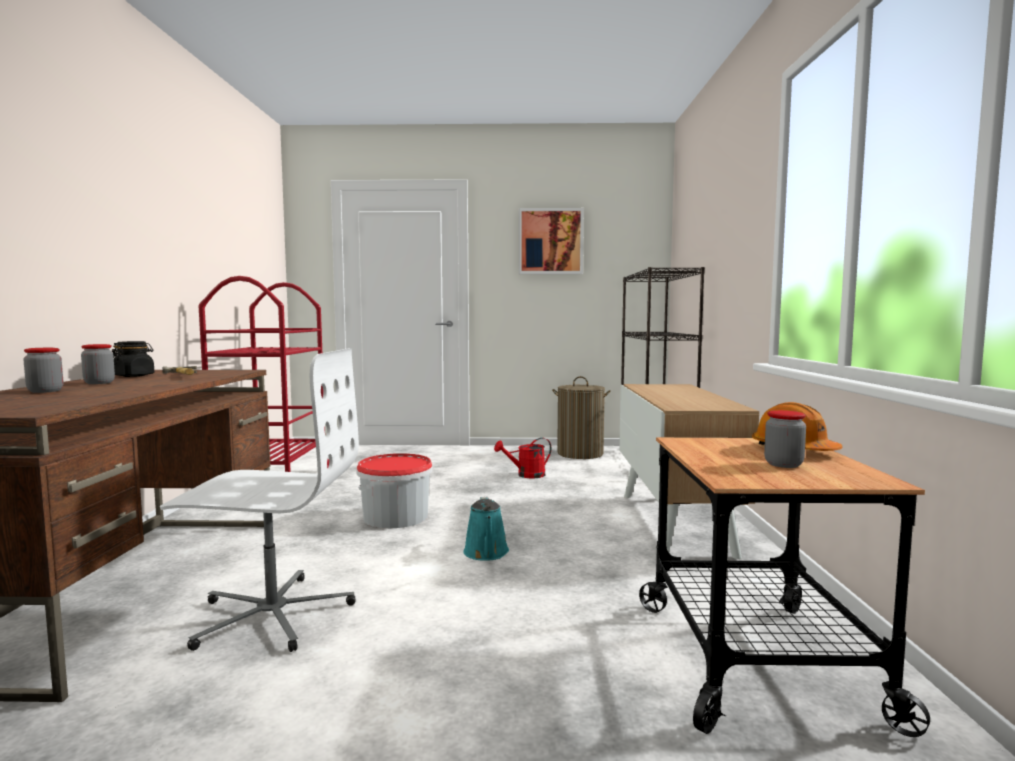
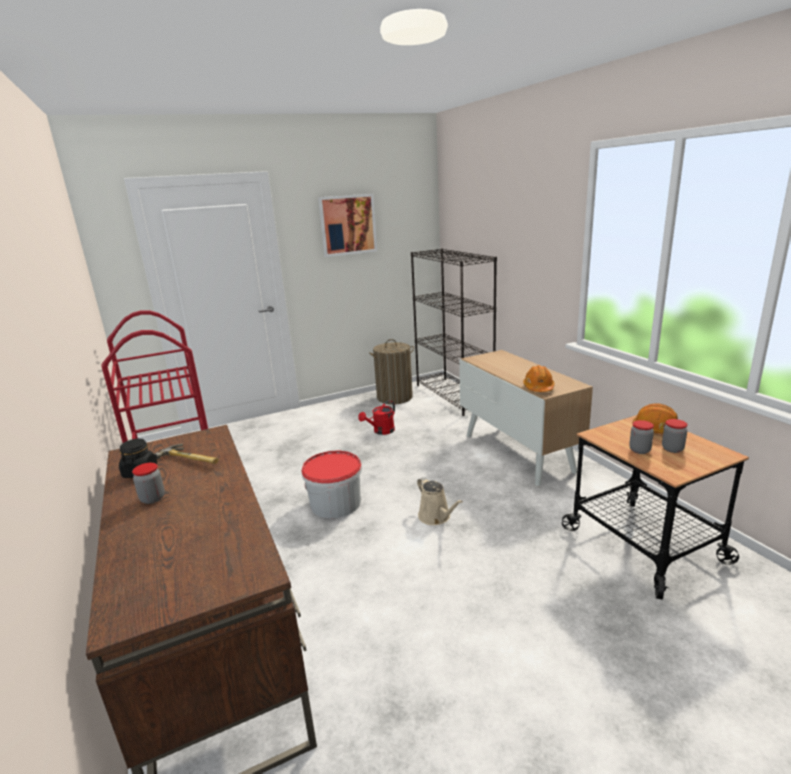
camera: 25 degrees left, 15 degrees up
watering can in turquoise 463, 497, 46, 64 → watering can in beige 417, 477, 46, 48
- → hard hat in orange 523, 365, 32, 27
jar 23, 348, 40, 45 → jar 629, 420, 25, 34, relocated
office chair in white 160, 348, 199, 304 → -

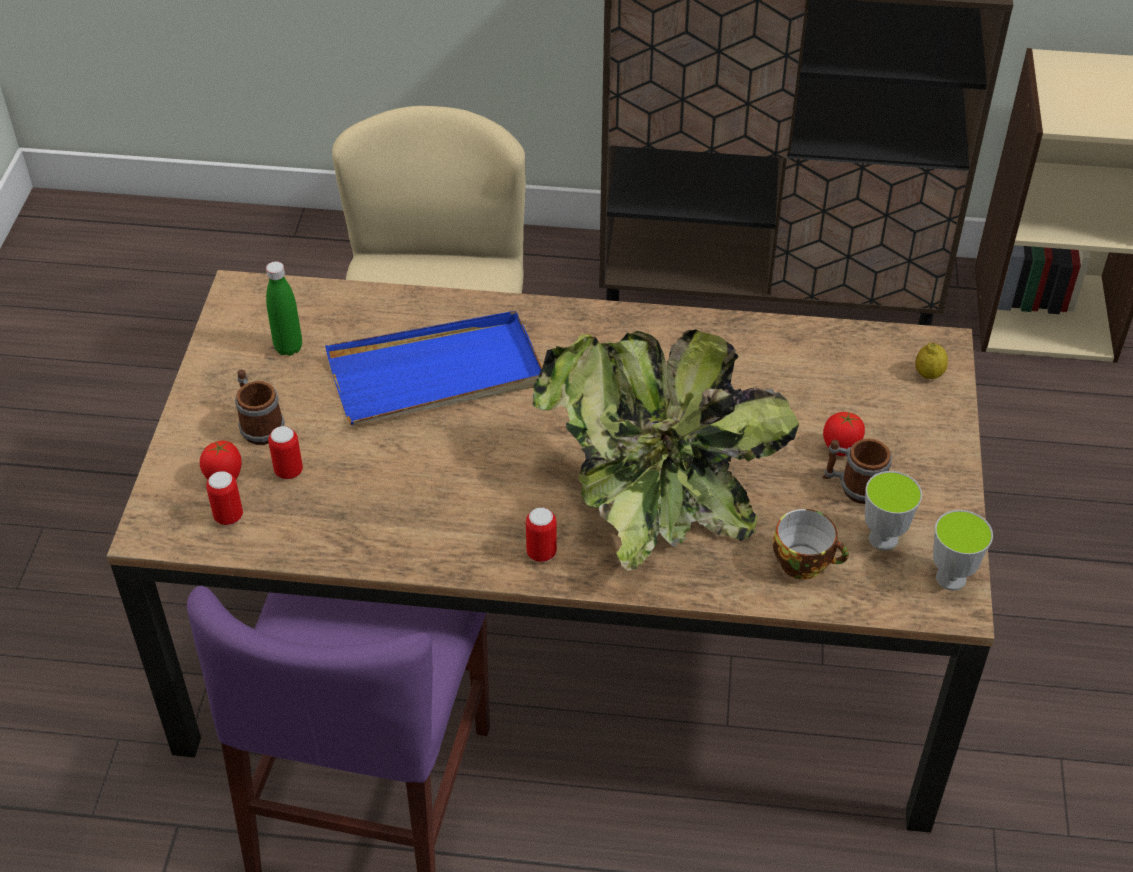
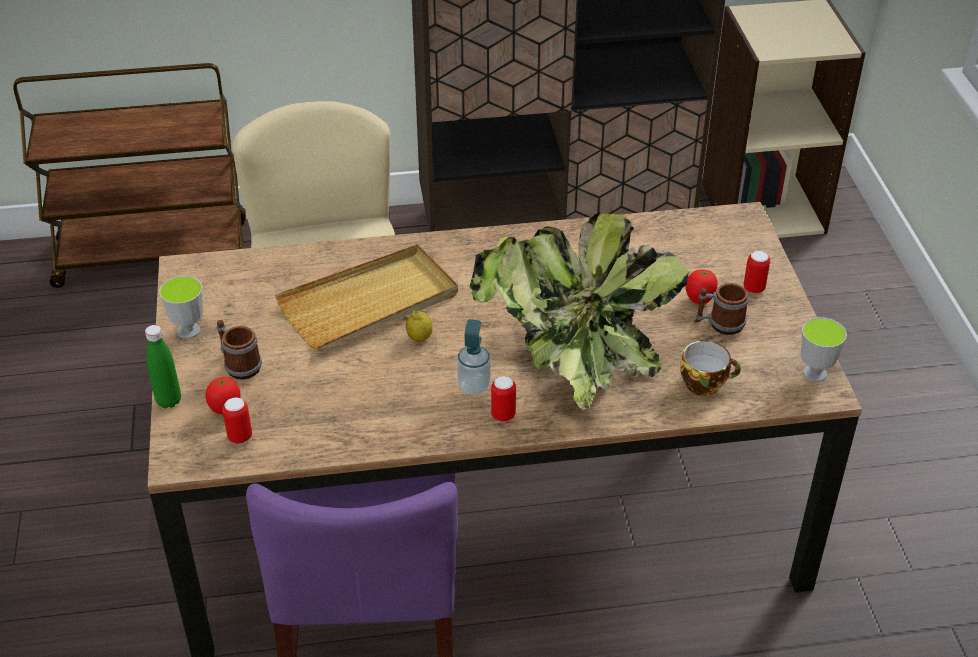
camera: 15 degrees left, 5 degrees down
- → cart in brown 13, 63, 233, 225
bottle in green 266, 261, 36, 95 → bottle in green 145, 325, 36, 83, relocated
cup 865, 471, 57, 80 → cup 159, 276, 44, 63, relocated
tray in blue 325, 311, 217, 114 → tray in beige 275, 244, 183, 106
lemon 916, 342, 32, 37 → lemon 406, 310, 27, 31, relocated
- → soap dispenser 457, 319, 34, 75
can 268, 426, 35, 53 → can 744, 251, 26, 43, relocated

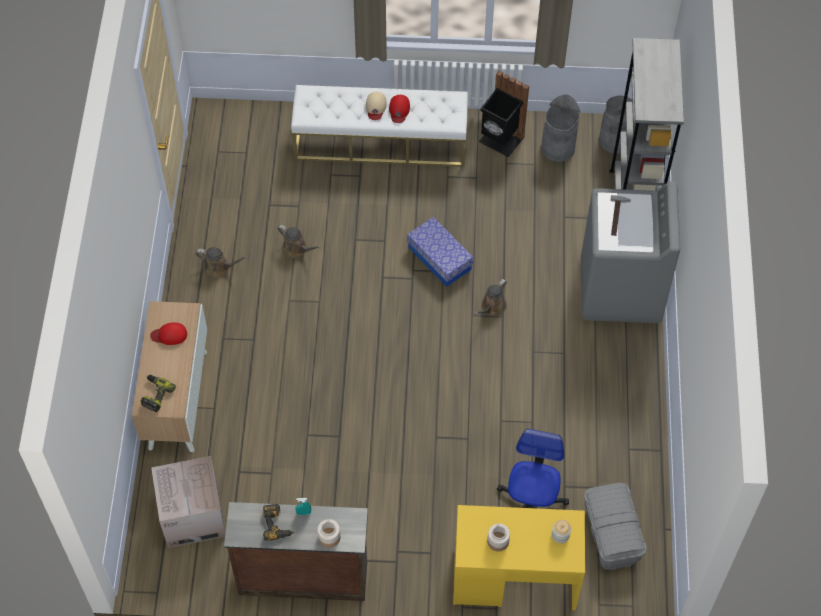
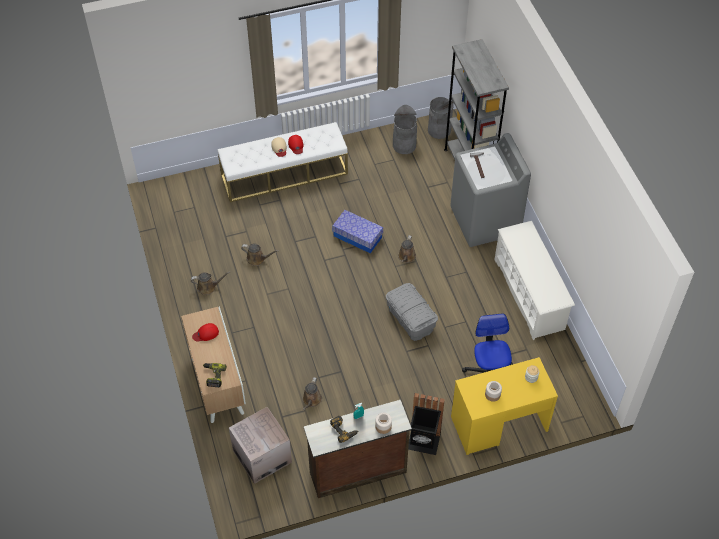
camera: 20 degrees left, 5 degrees down
- → watering can in brown 303, 377, 19, 33
storage box in grey 584, 483, 63, 87 → storage box in grey 386, 283, 52, 58, relocated
trash can in black 479, 71, 50, 86 → trash can in black 408, 393, 37, 62, relocated
- → shoe rack in white 495, 221, 80, 119

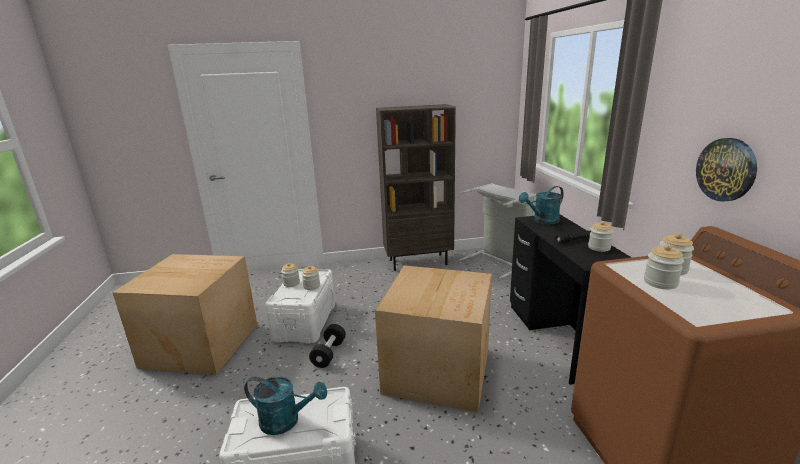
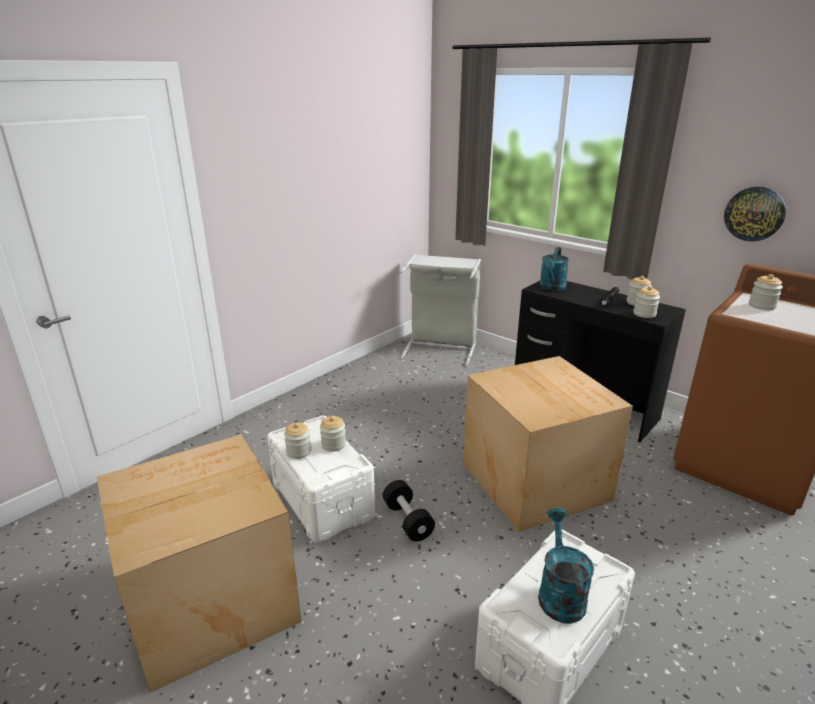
camera: 40 degrees left, 5 degrees up
watering can in turquoise 244, 377, 83, 58 → watering can in turquoise 538, 507, 56, 117, 60 degrees counterclockwise
jar 644, 244, 40, 45 → jar 633, 286, 27, 32, relocated
bookcase in brown 376, 104, 80, 167 → -

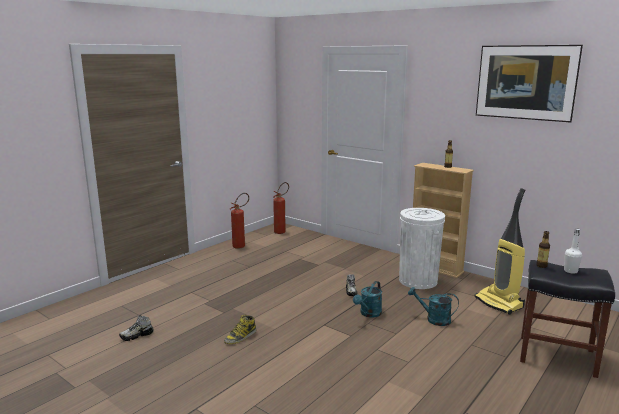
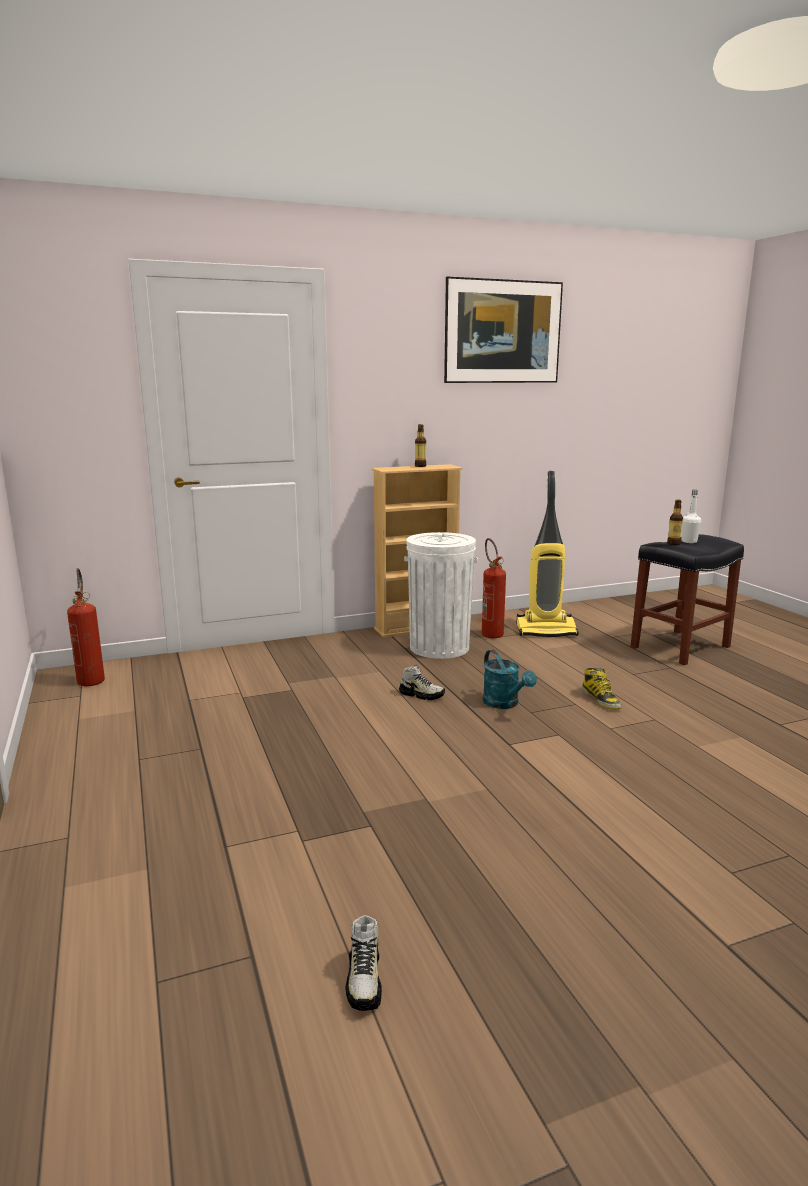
camera: 60 degrees left, 0 degrees up
fire extinguisher 230, 193, 19, 56 → fire extinguisher 482, 538, 24, 100, relocated
boot 224, 315, 32, 29 → boot 582, 668, 39, 42, relocated
watering can in turquoise 408, 287, 51, 39 → -

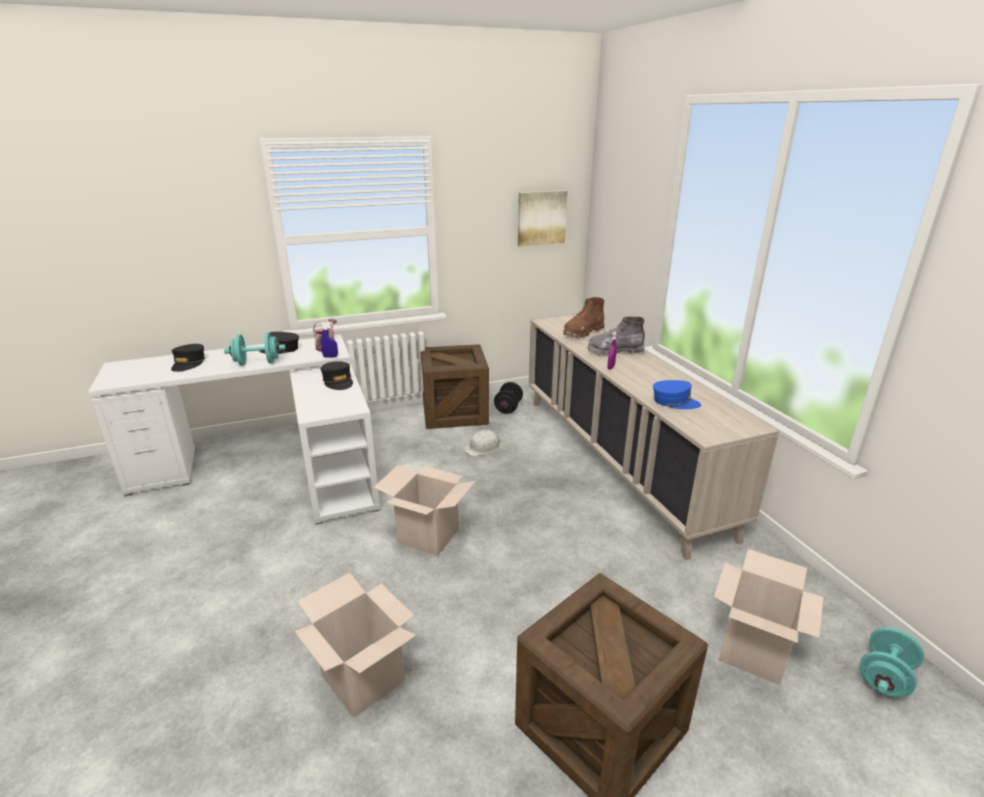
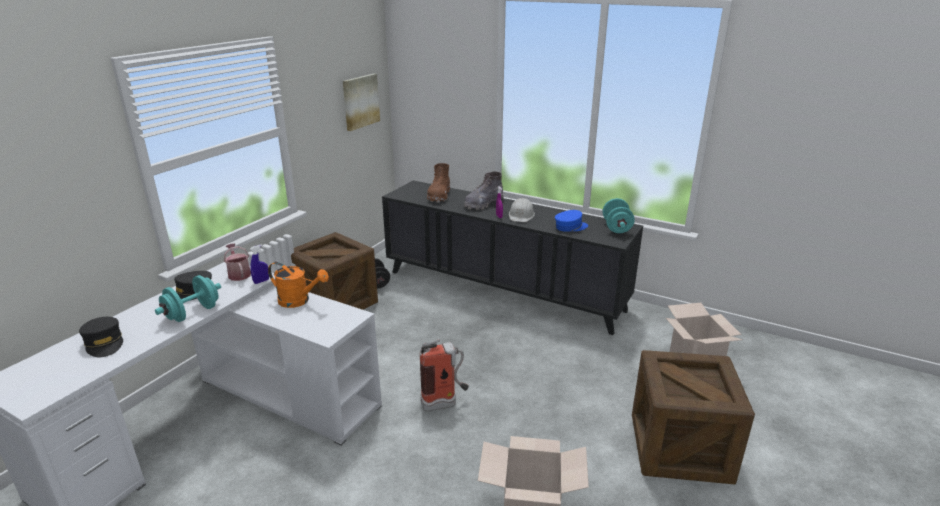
camera: 40 degrees left, 0 degrees up
cap in black 321, 361, 32, 29 → watering can in orange 268, 262, 61, 46
cabinet in beige 529, 314, 250, 246 → cabinet in black 382, 180, 261, 155
cardboard box 373, 465, 103, 91 → fire extinguisher 420, 339, 49, 73
hard hat in white 463, 430, 37, 26 → hard hat in white 509, 198, 26, 24, relocated
dumbbell in turquoise 859, 627, 65, 70 → dumbbell in turquoise 602, 198, 33, 35, relocated

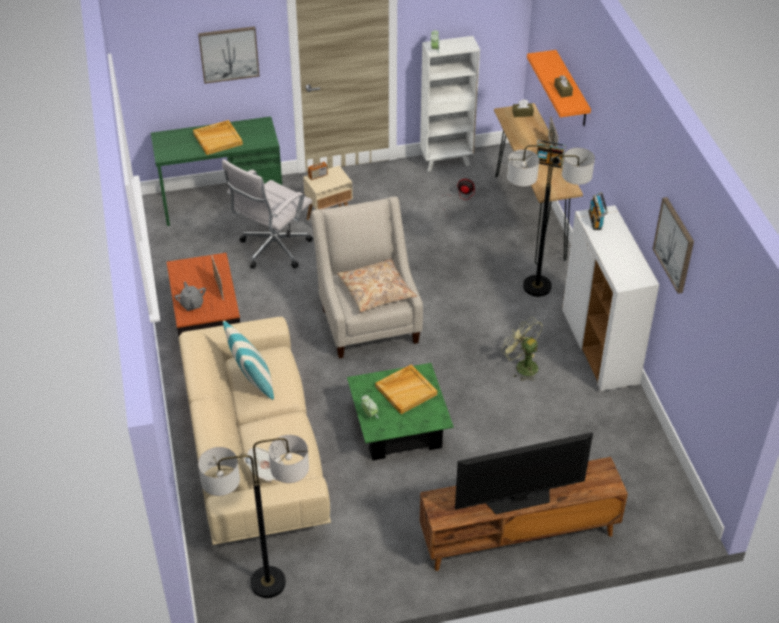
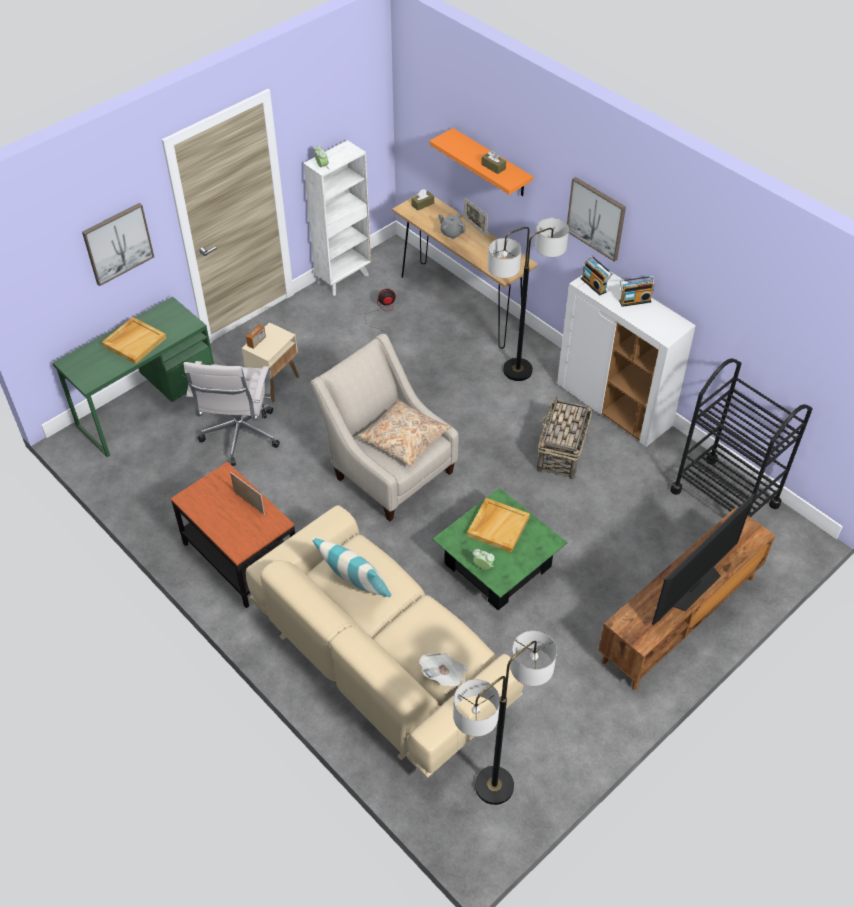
camera: 30 degrees left, 5 degrees up
teapot in grey 175, 281, 31, 30 → teapot in grey 438, 213, 28, 26, relocated
fan in green 501, 317, 42, 64 → basket 537, 397, 55, 83
picture 653, 197, 41, 97 → picture 567, 177, 59, 85, relocated
radio 536, 140, 30, 28 → radio 619, 276, 36, 31, relocated
- → cart in black 670, 358, 142, 159

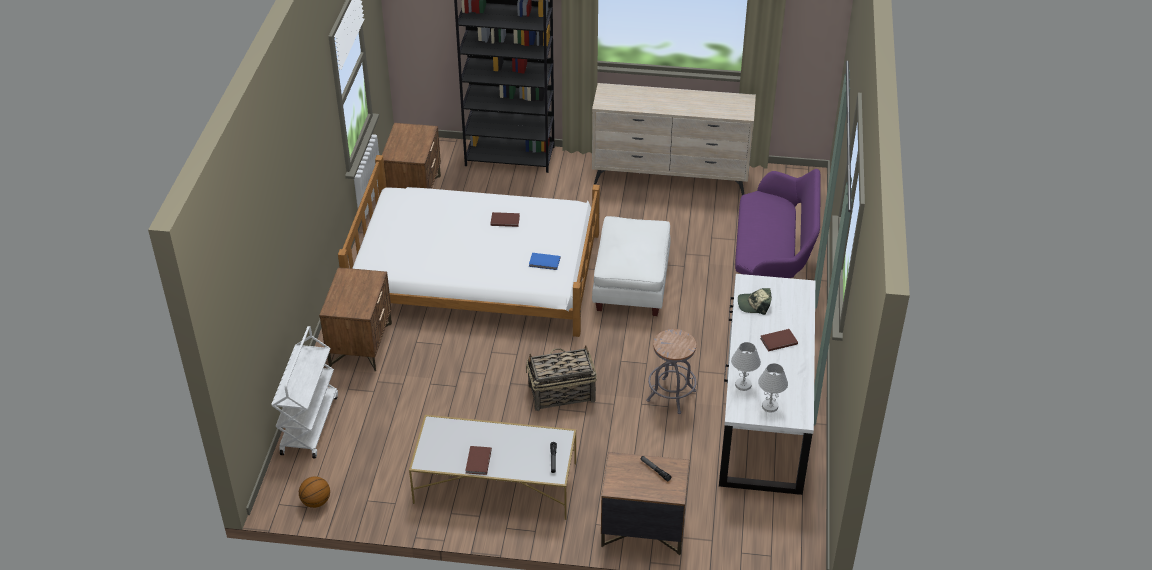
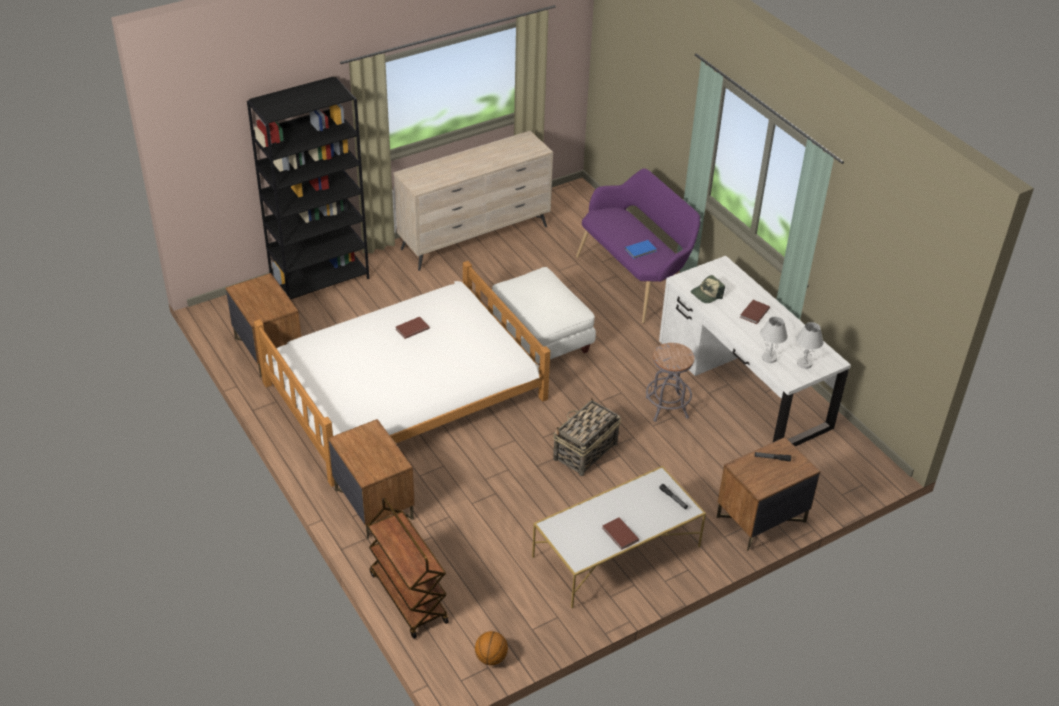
camera: 40 degrees left, 0 degrees up
cart in white 271, 326, 67, 133 → cart in brown 367, 498, 82, 141
book in blue 529, 253, 32, 17 → book in blue 625, 240, 32, 19, relocated

